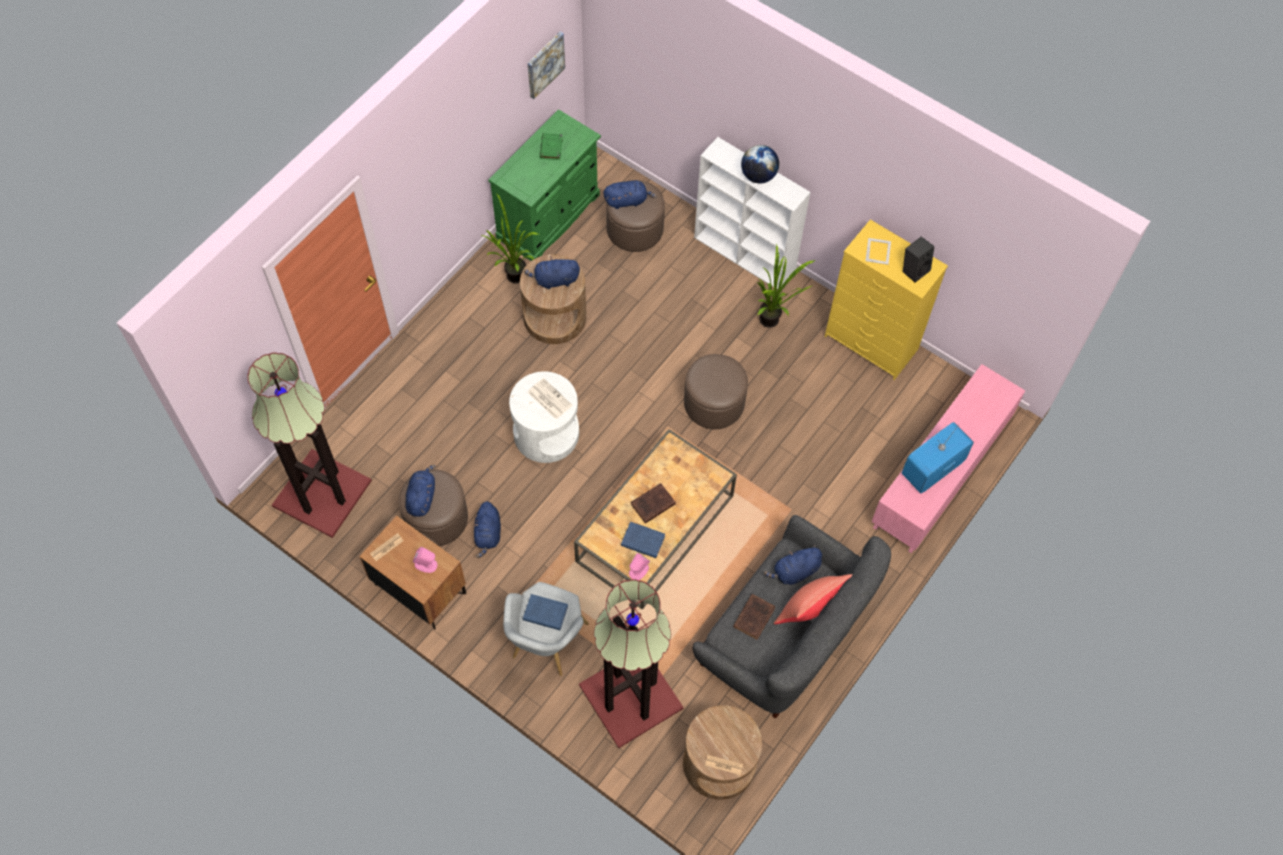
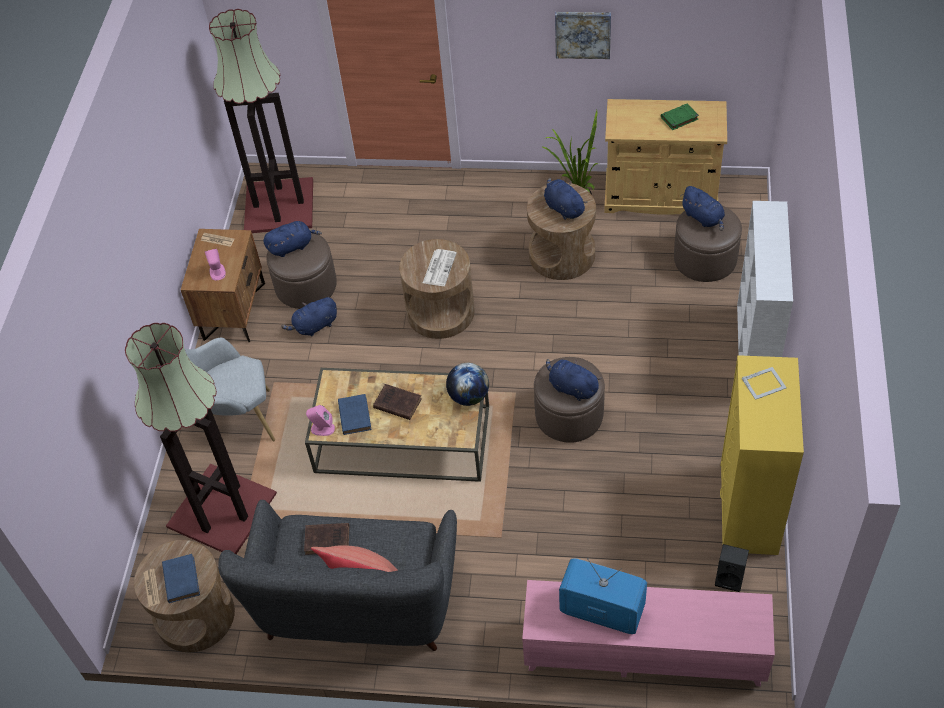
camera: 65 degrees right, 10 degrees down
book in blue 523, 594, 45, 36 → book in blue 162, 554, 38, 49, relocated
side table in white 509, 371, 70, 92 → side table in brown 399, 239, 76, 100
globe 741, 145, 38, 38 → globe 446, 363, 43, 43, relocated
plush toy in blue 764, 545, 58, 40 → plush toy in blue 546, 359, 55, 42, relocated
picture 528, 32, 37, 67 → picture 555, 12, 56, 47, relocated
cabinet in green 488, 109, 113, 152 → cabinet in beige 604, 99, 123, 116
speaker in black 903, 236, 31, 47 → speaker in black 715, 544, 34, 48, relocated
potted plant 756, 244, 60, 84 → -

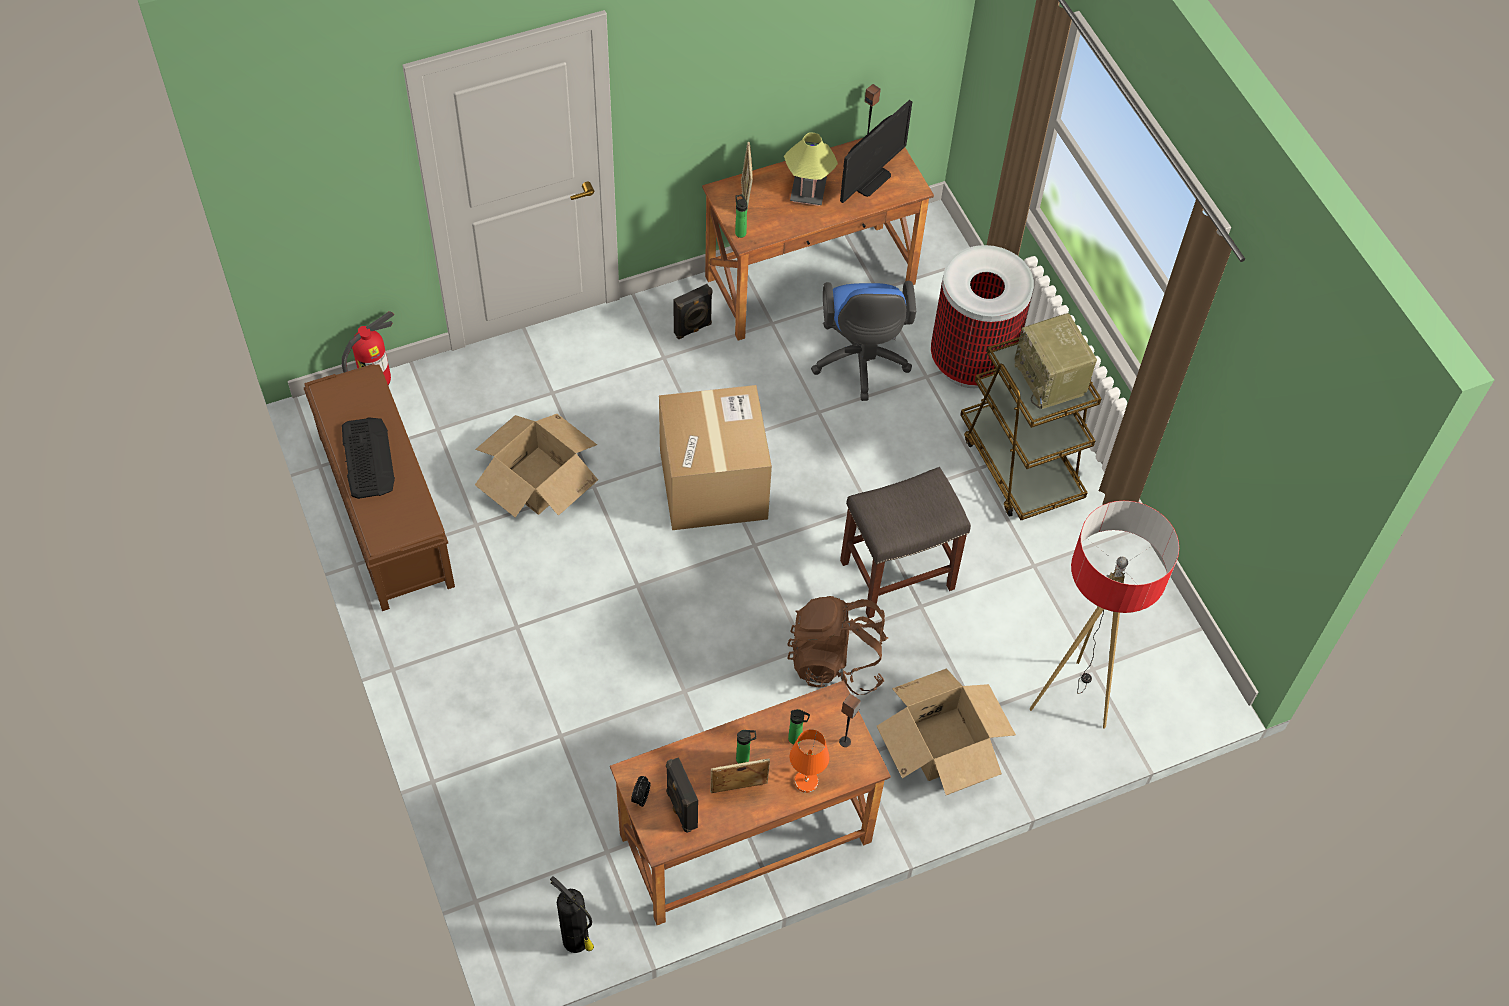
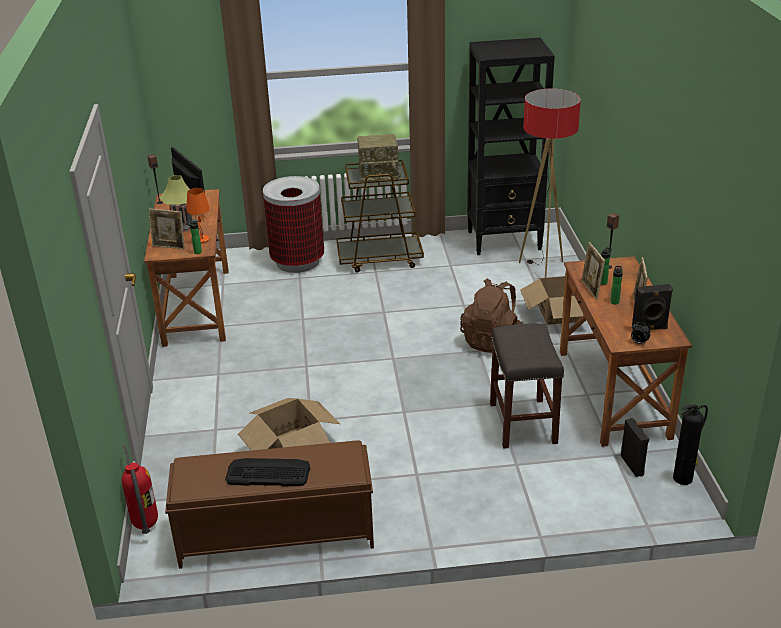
camera: 70 degrees left, 25 degrees down
table lamp in orange 790, 729, 39, 64 → table lamp in orange 186, 188, 24, 56, relocated
- → bookcase in black 467, 38, 88, 217
stool in grey 840, 467, 131, 151 → stool in grey 490, 323, 74, 126, relocated
- → picture frame 581, 242, 24, 58
speaker in black 673, 284, 39, 55 → speaker in black 621, 418, 28, 59, relocated
cardboard box 659, 385, 113, 145 → -
office chair in blue 811, 281, 105, 120 → -

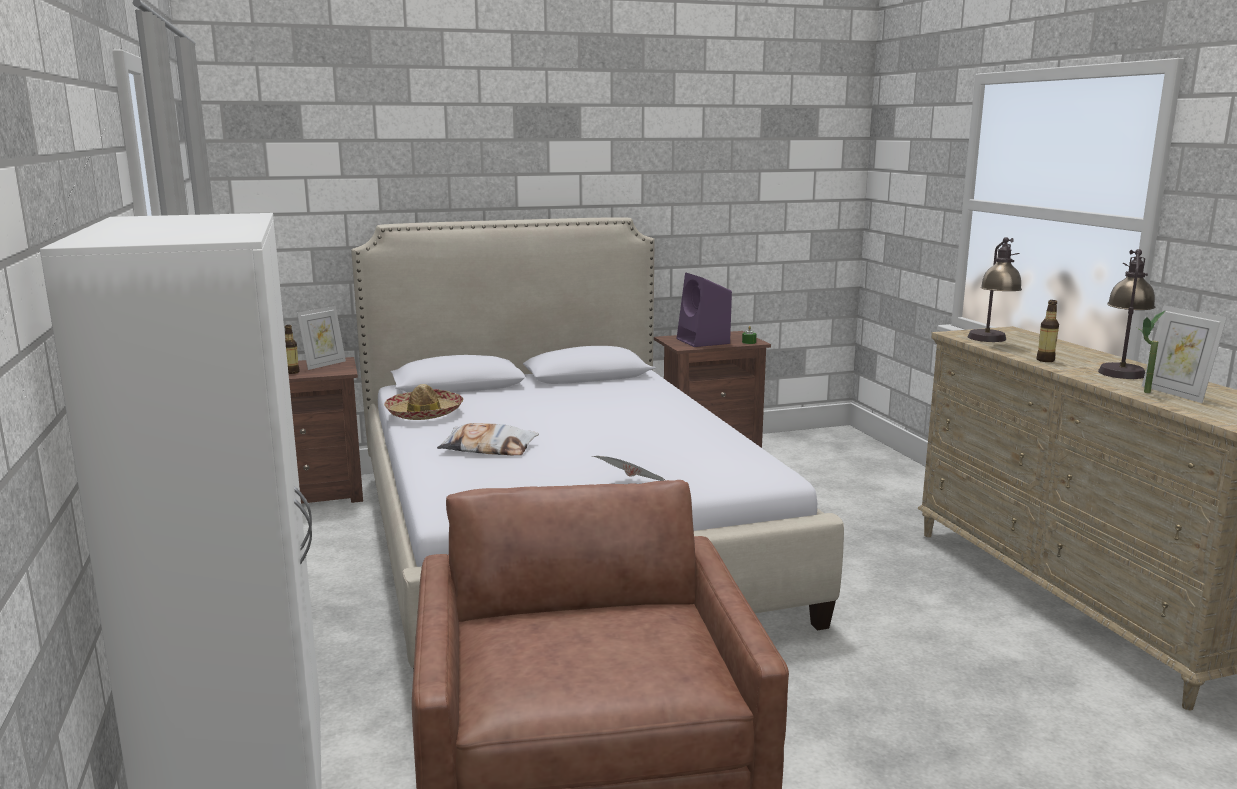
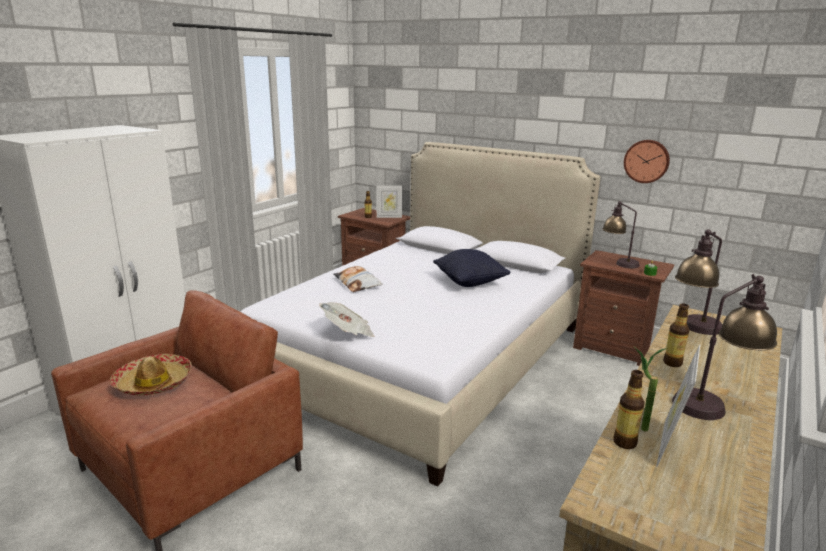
camera: 50 degrees right, 5 degrees up
hat 384, 384, 79, 36 → hat 109, 354, 83, 41, relocated
- → pillow in black 433, 249, 78, 38
speaker in purple 677, 273, 55, 74 → table lamp 602, 201, 38, 67
- → bottle 613, 370, 32, 79
- → wall clock 624, 140, 46, 43

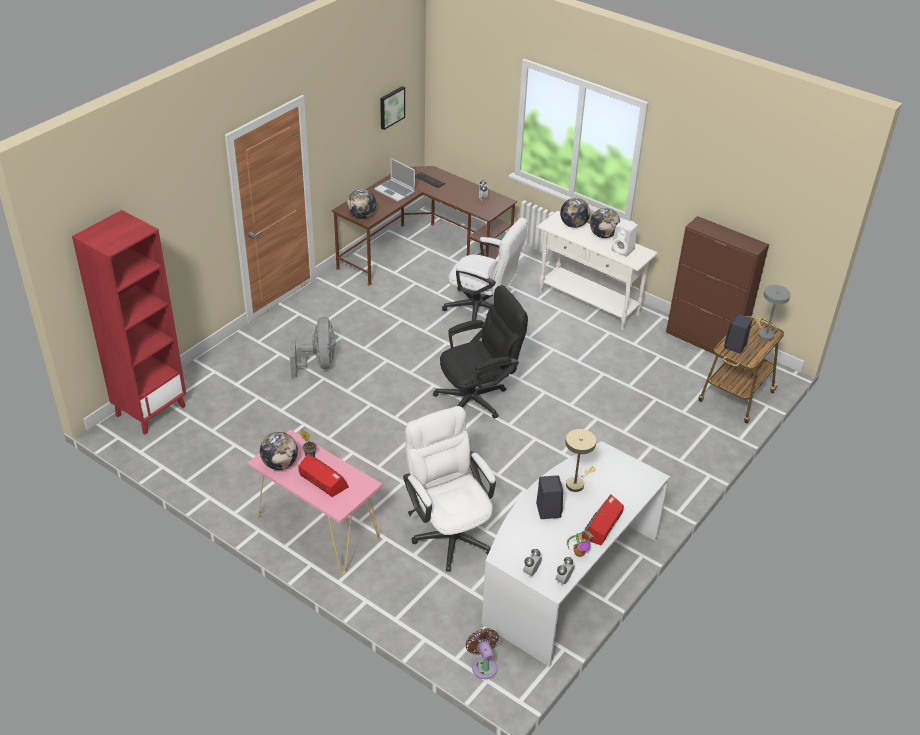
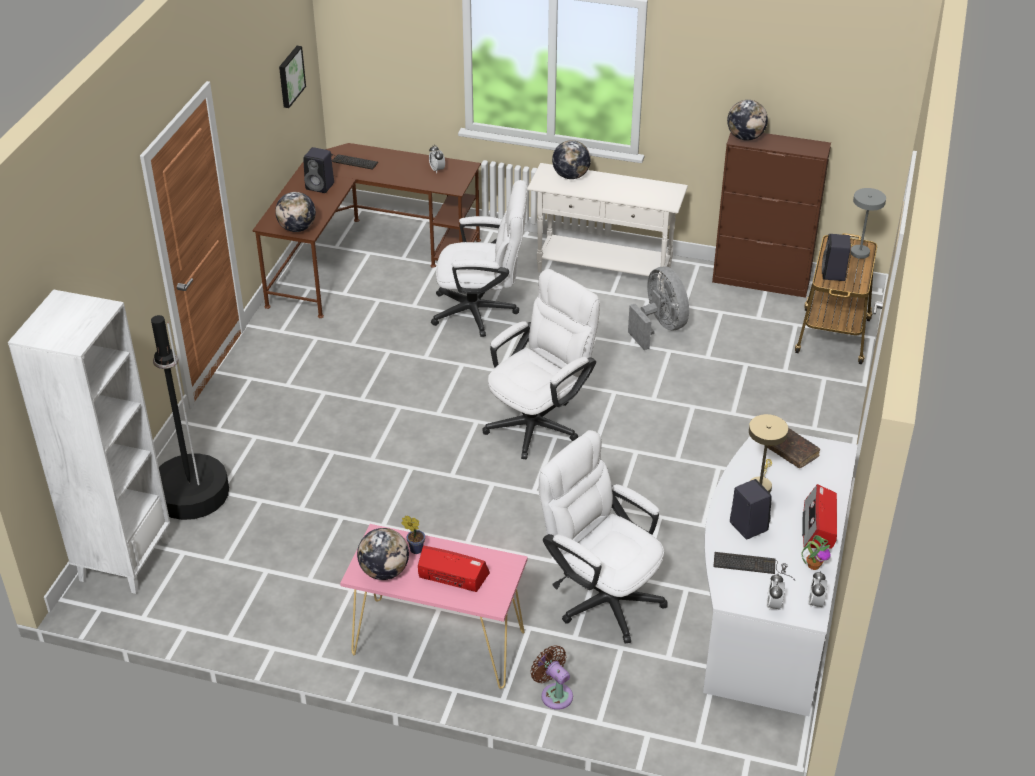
camera: 20 degrees left, 0 degrees up
bookcase in red 72, 210, 114, 225 → bookcase in white 8, 289, 162, 305
- → floor lamp in black 151, 315, 78, 205
laptop 374, 158, 41, 44 → speaker in black 303, 147, 31, 46
office chair in black 433, 285, 95, 134 → office chair in white 482, 269, 118, 190
fan in brown 466, 628, 33, 51 → fan in brown 530, 645, 43, 65, relocated
fan in grey 289, 317, 47, 61 → fan in grey 628, 267, 61, 83, relocated
- → keyboard 713, 552, 82, 29
globe 590, 208, 30, 30 → globe 727, 100, 41, 40, relocated
- → book in brown 764, 428, 56, 40
speaker in white 611, 219, 27, 38 → -

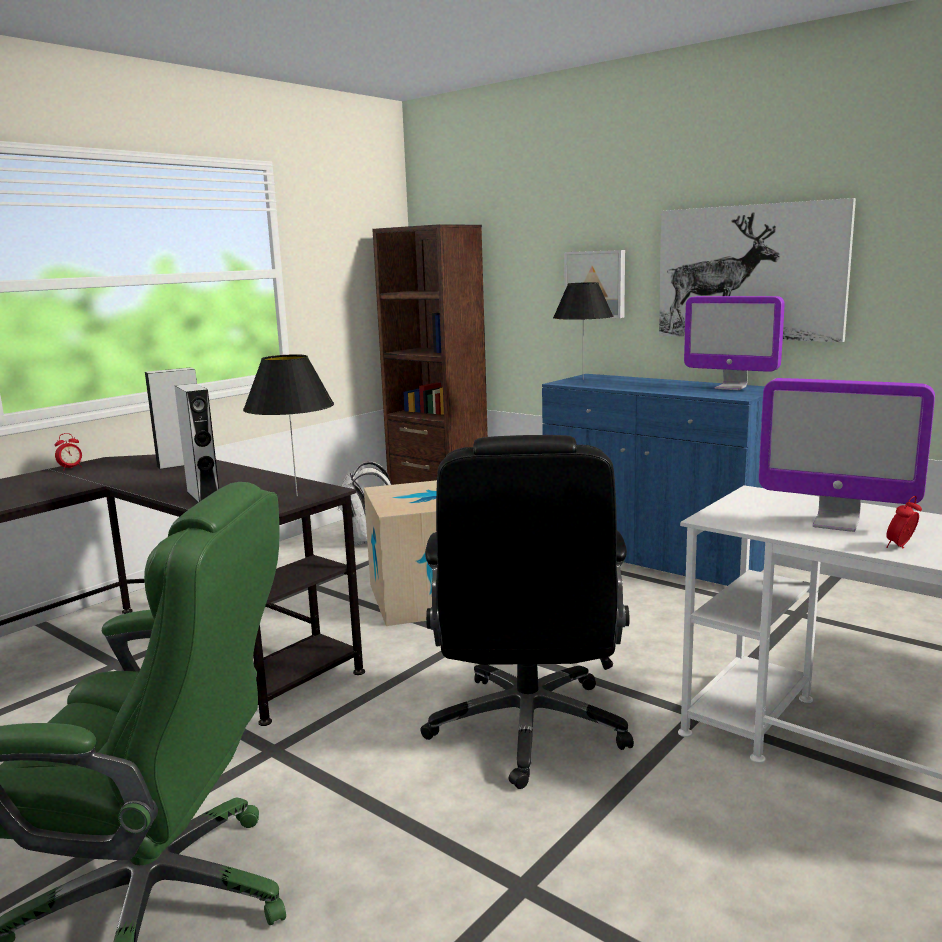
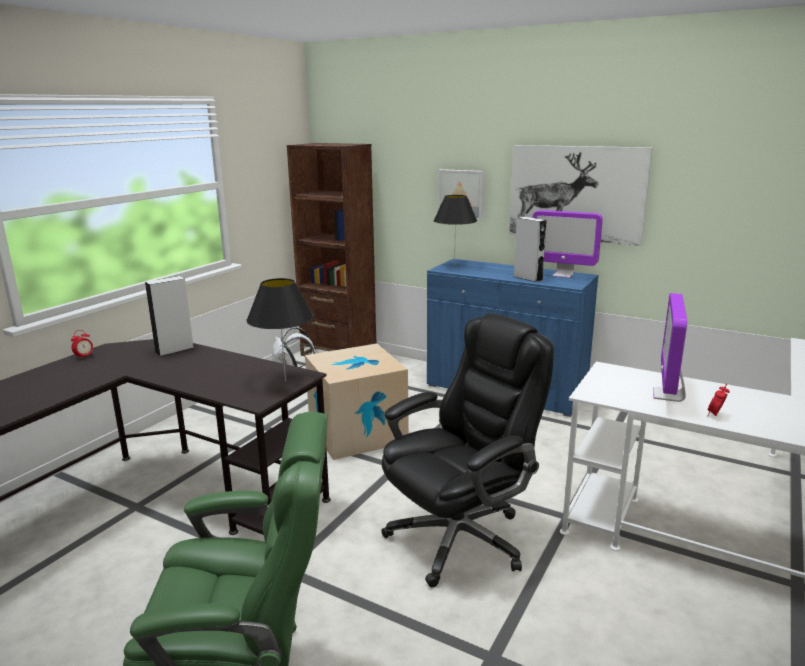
camera: 10 degrees left, 5 degrees up
office chair in black 420, 435, 214, 354 → office chair in black 382, 313, 172, 274, 120 degrees counterclockwise
speaker in grey 174, 384, 45, 119 → speaker in grey 514, 217, 33, 65, relocated
monitor 759, 378, 176, 154 → monitor 653, 293, 34, 109, 90 degrees clockwise

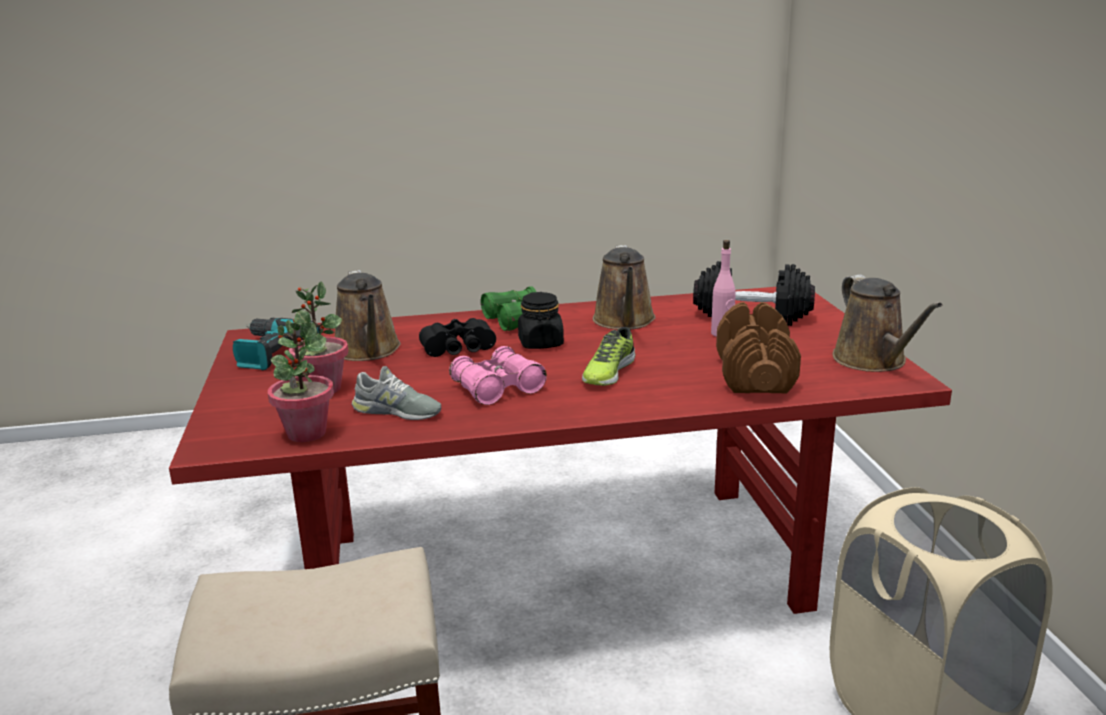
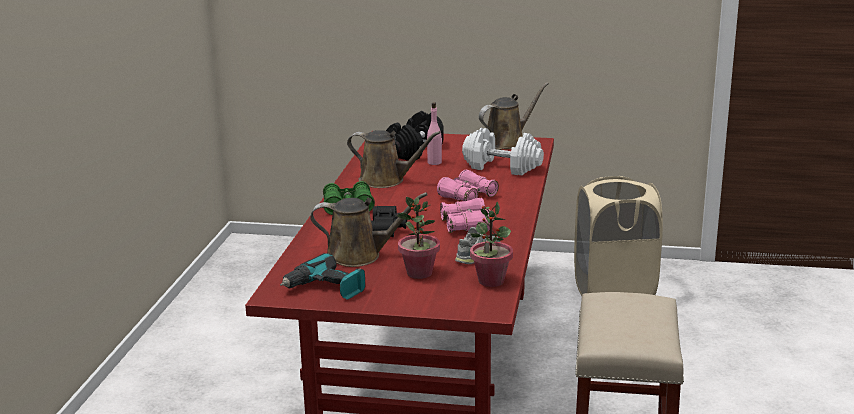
camera: 70 degrees left, 0 degrees up
shoe 582, 327, 54, 59 → binoculars in pink 437, 170, 62, 31
dumbbell in brown 716, 302, 85, 91 → dumbbell in white 462, 128, 82, 47
watering can in brown 833, 274, 110, 98 → watering can in brown 479, 82, 70, 68, 45 degrees counterclockwise
jar in black 518, 292, 46, 57 → -

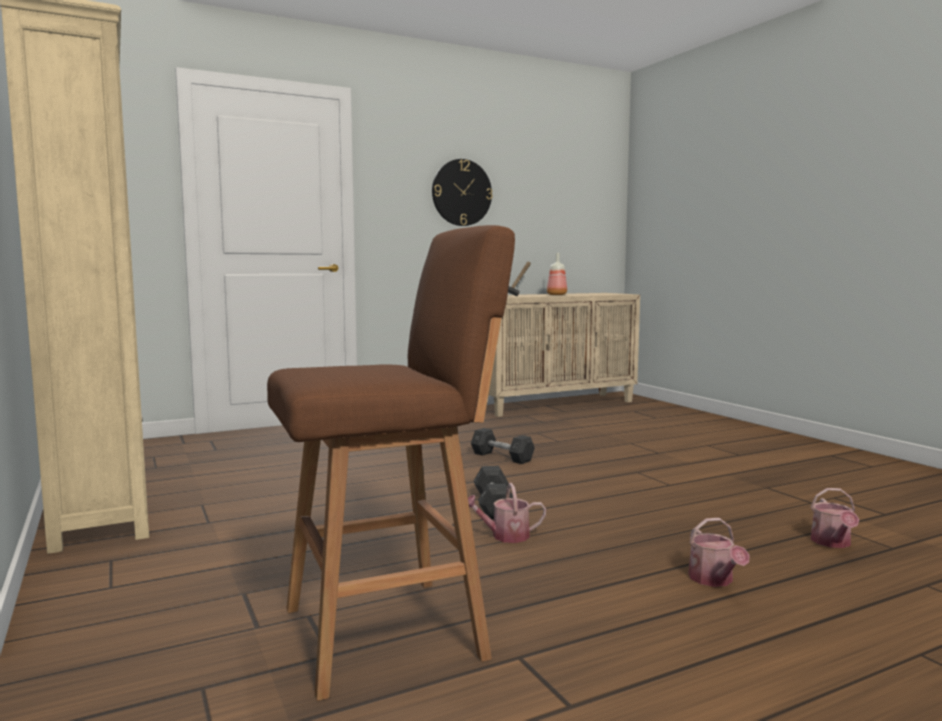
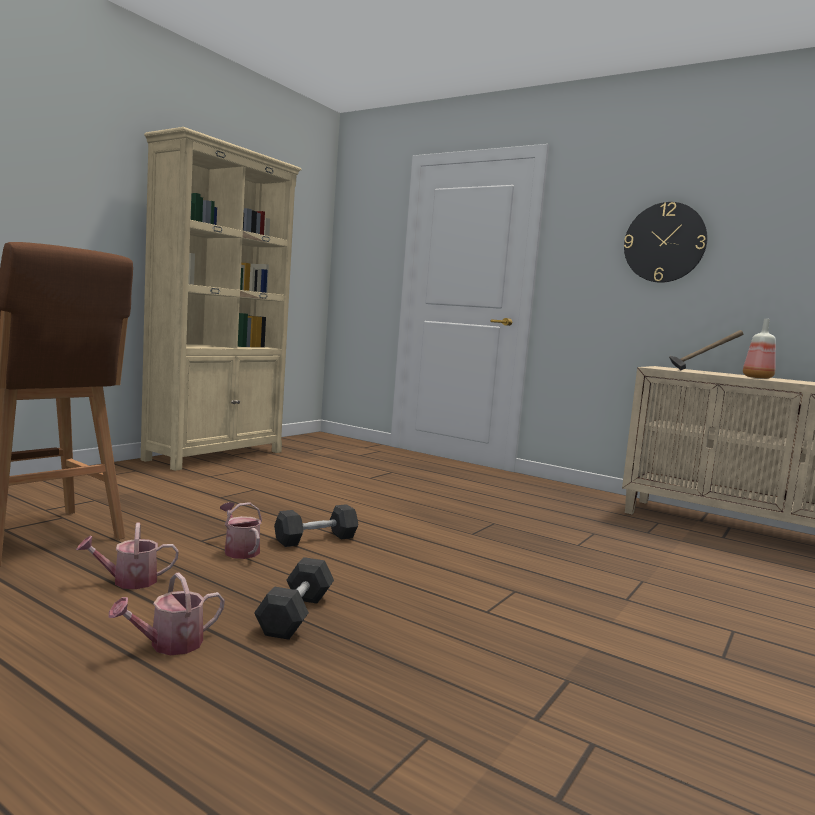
camera: 60 degrees right, 0 degrees up
watering can 810, 488, 50, 60 → watering can 76, 522, 103, 67, relocated
dumbbell in grey 471, 428, 64, 36 → dumbbell in grey 254, 557, 80, 83, relocated

